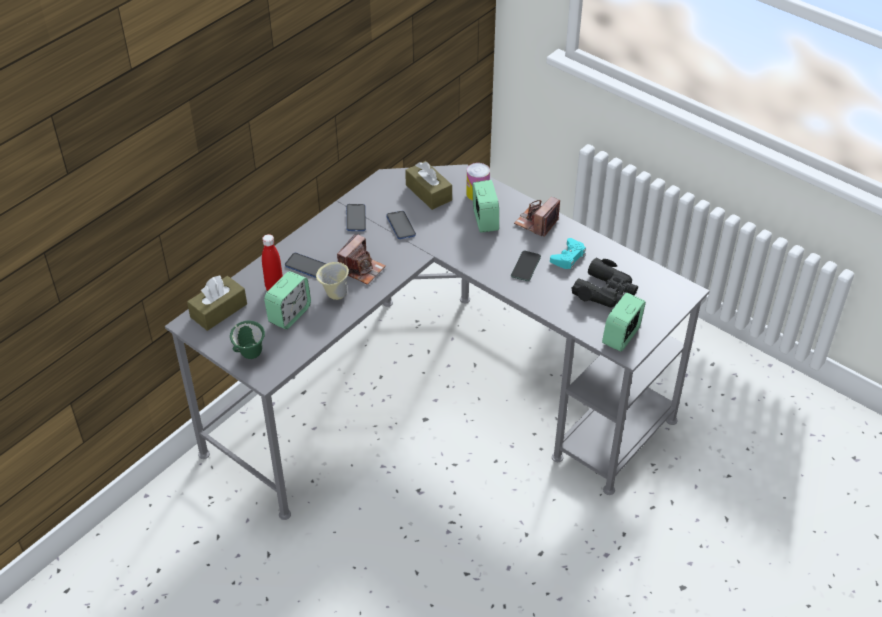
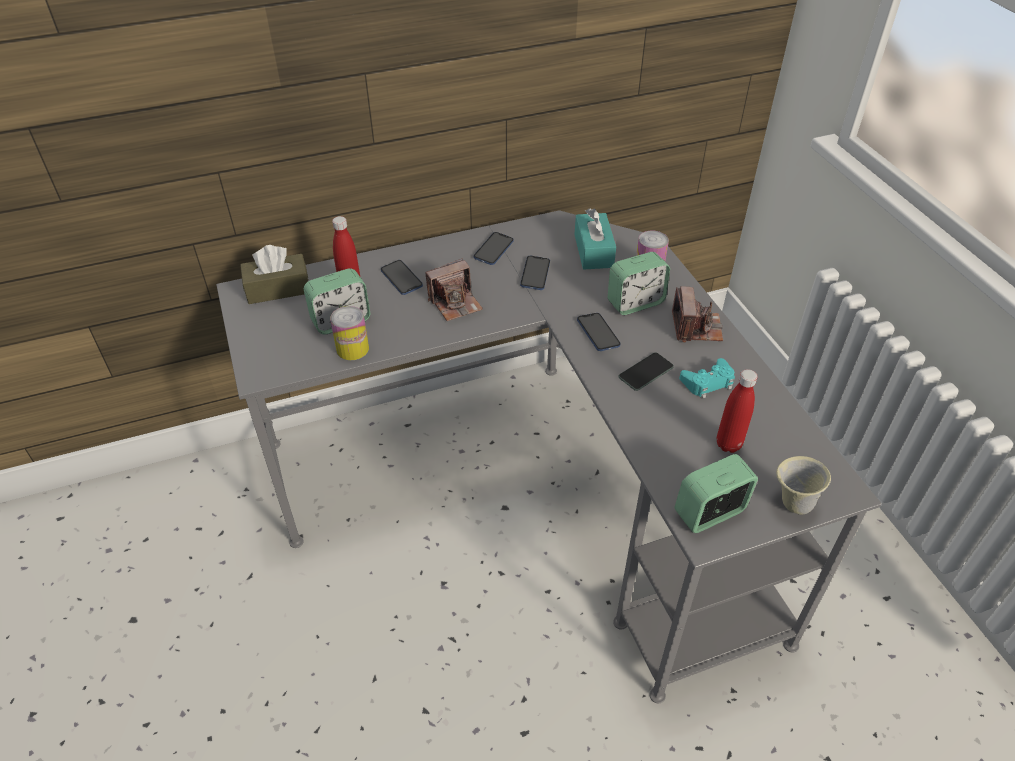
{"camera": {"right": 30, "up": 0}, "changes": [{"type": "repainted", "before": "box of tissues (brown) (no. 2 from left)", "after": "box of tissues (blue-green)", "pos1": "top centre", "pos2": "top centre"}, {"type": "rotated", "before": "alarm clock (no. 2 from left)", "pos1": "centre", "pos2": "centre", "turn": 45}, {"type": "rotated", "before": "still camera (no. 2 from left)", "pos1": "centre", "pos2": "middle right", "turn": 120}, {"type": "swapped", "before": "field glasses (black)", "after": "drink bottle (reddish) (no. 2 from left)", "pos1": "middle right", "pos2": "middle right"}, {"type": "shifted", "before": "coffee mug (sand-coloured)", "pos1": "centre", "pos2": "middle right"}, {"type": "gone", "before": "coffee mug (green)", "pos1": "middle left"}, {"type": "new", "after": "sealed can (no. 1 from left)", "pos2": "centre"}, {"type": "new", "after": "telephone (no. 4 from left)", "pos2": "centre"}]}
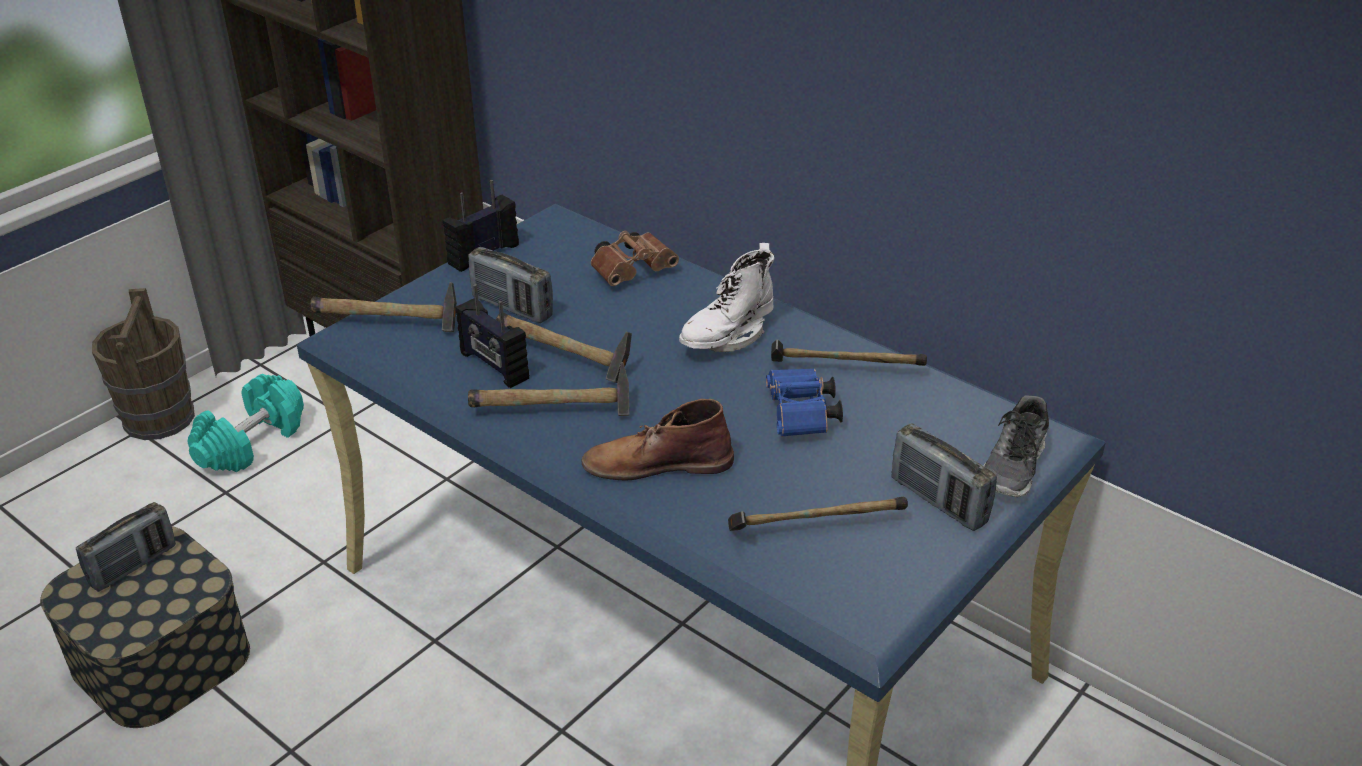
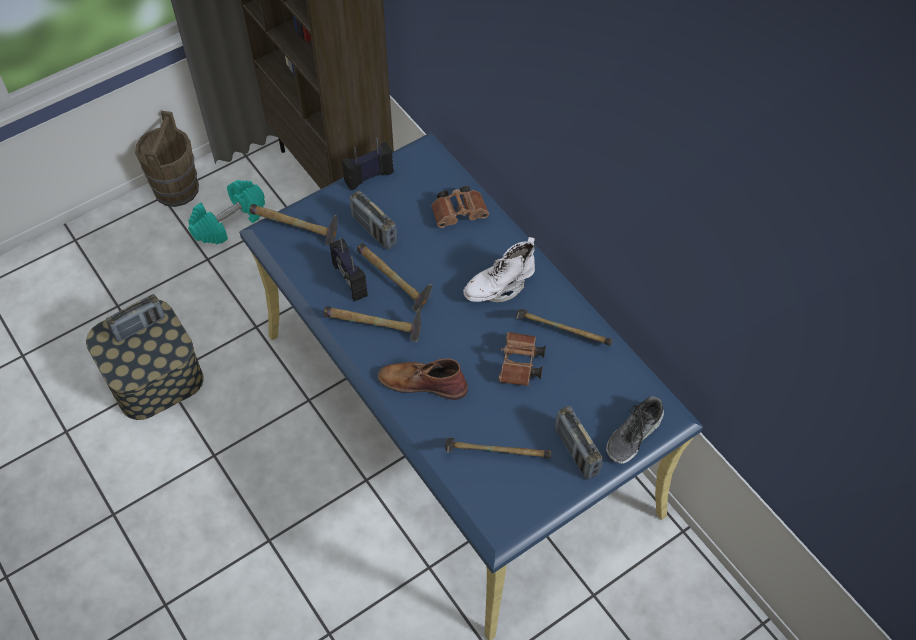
{"camera": {"right": 15, "up": 20}, "changes": [{"type": "repainted", "before": "field glasses (blue)", "after": "field glasses (brown) (no. 2 from left)", "pos1": "centre", "pos2": "centre"}]}
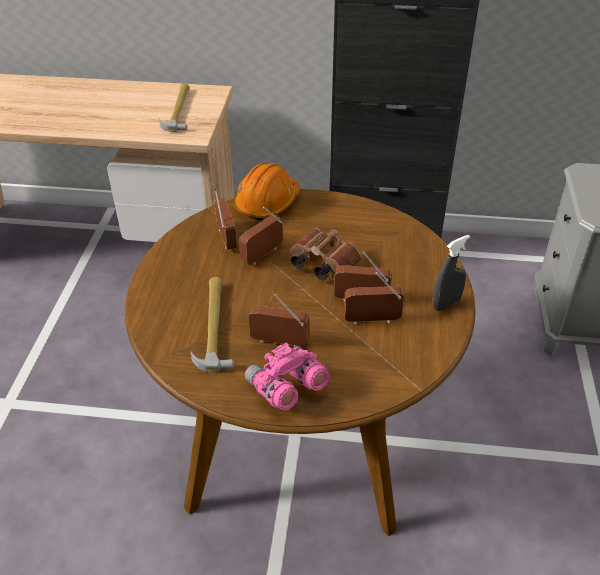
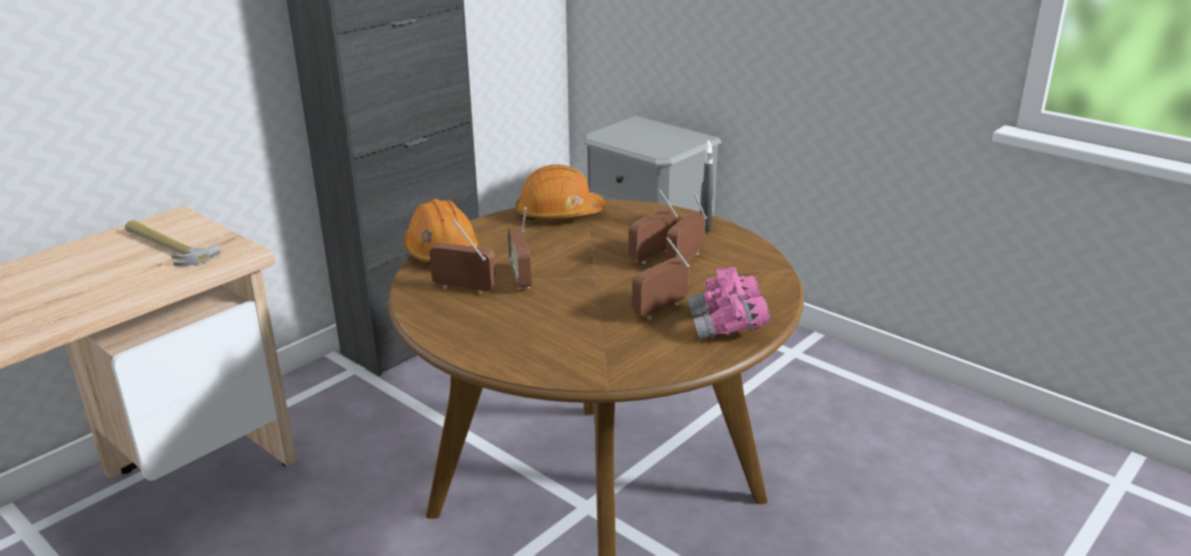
{"camera": {"right": -55, "up": -15}, "changes": [{"type": "gone", "before": "field glasses (brown)", "pos1": "centre"}, {"type": "gone", "before": "hand hammer (no. 2 from left)", "pos1": "centre"}, {"type": "new", "after": "work helmet (orange-coloured) (no. 2 from left)", "pos2": "centre"}]}
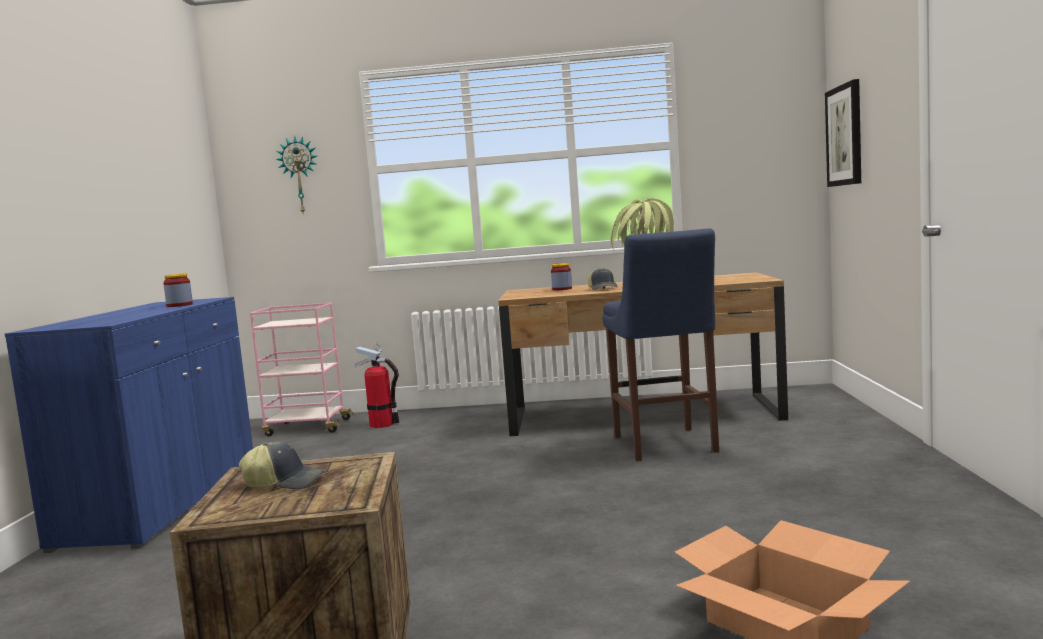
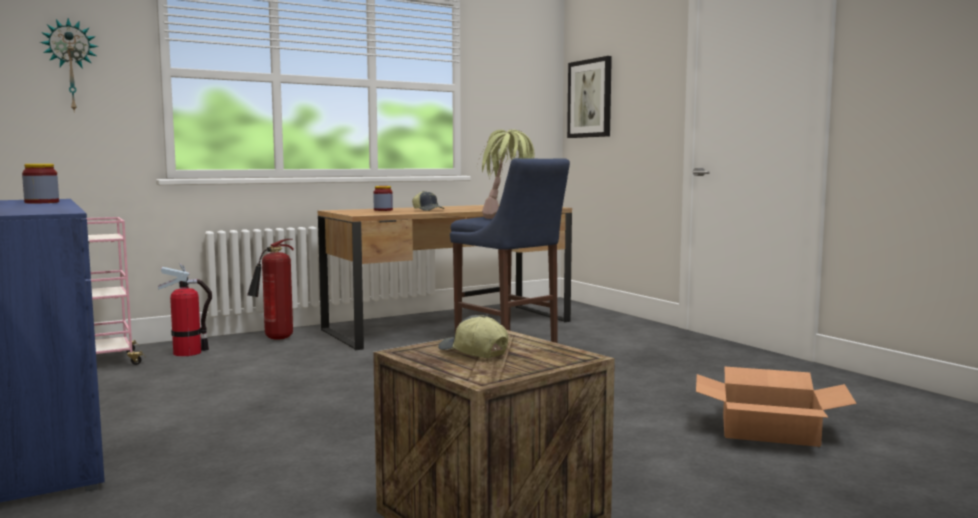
{"camera": {"right": -35, "up": 0}, "changes": [{"type": "rotated", "before": "cap (no. 1 from left in the first image)", "pos1": "bottom left", "pos2": "centre", "turn": -105}, {"type": "new", "after": "fire extinguisher (no. 2 from left)", "pos2": "middle left"}]}
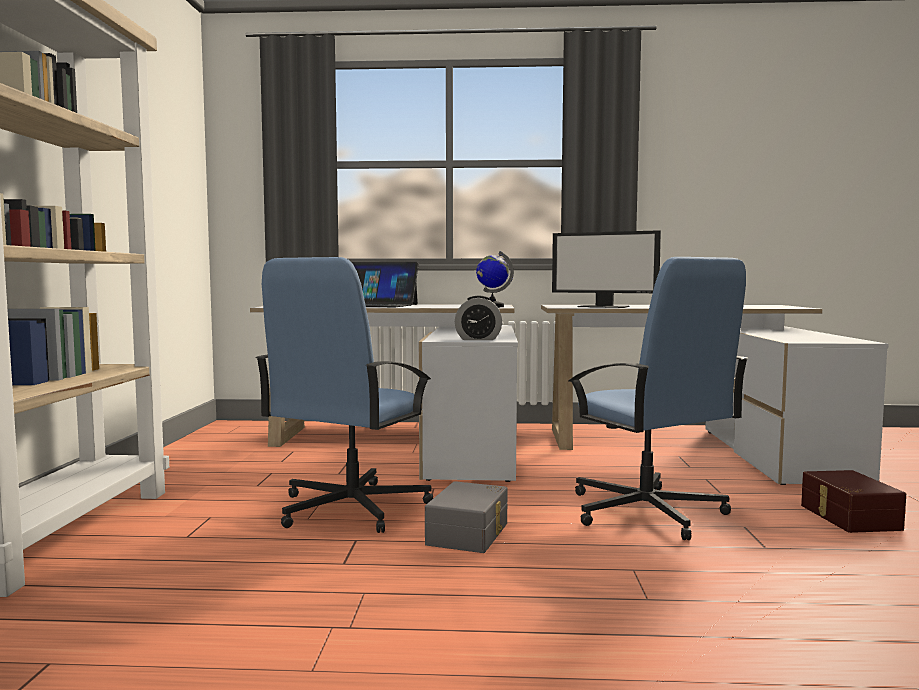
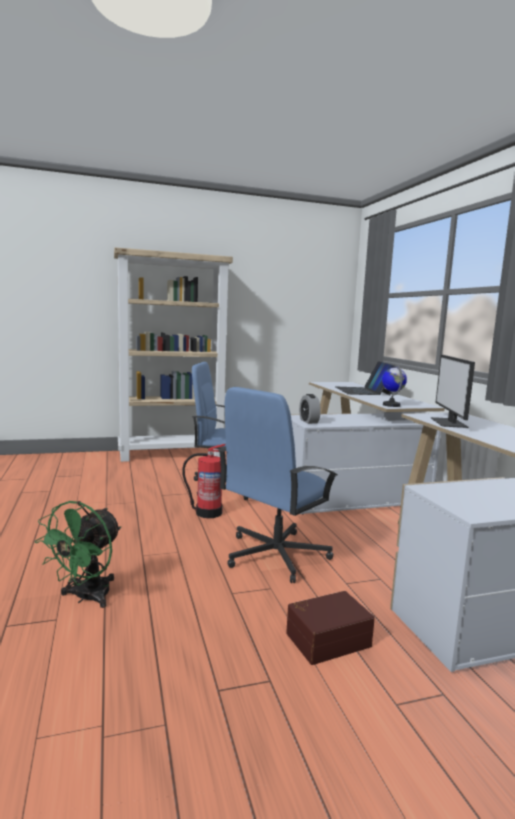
{"camera": {"right": 70, "up": 5}, "changes": [{"type": "swapped", "before": "storage bin (gray)", "after": "fire extinguisher", "pos1": "bottom centre", "pos2": "centre"}, {"type": "new", "after": "cooling fan (green)", "pos2": "bottom left"}]}
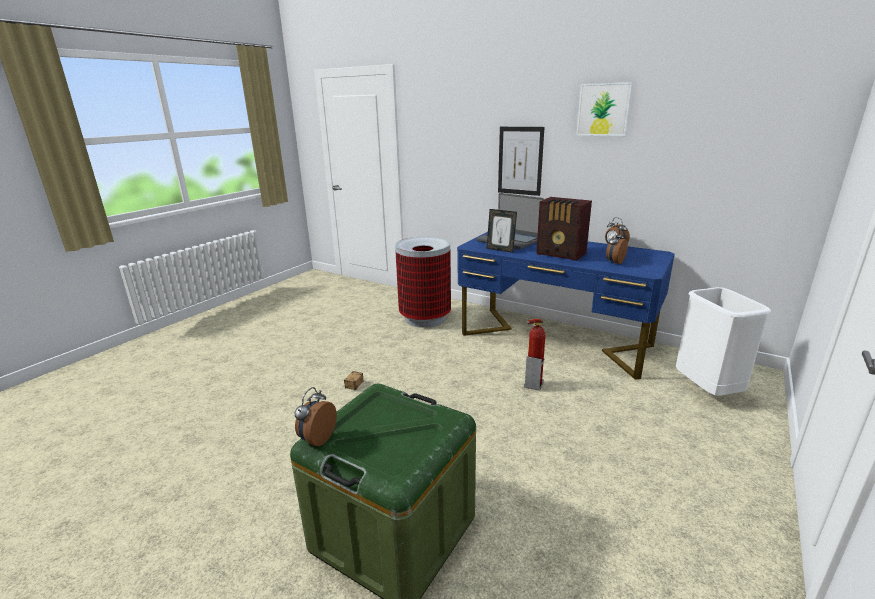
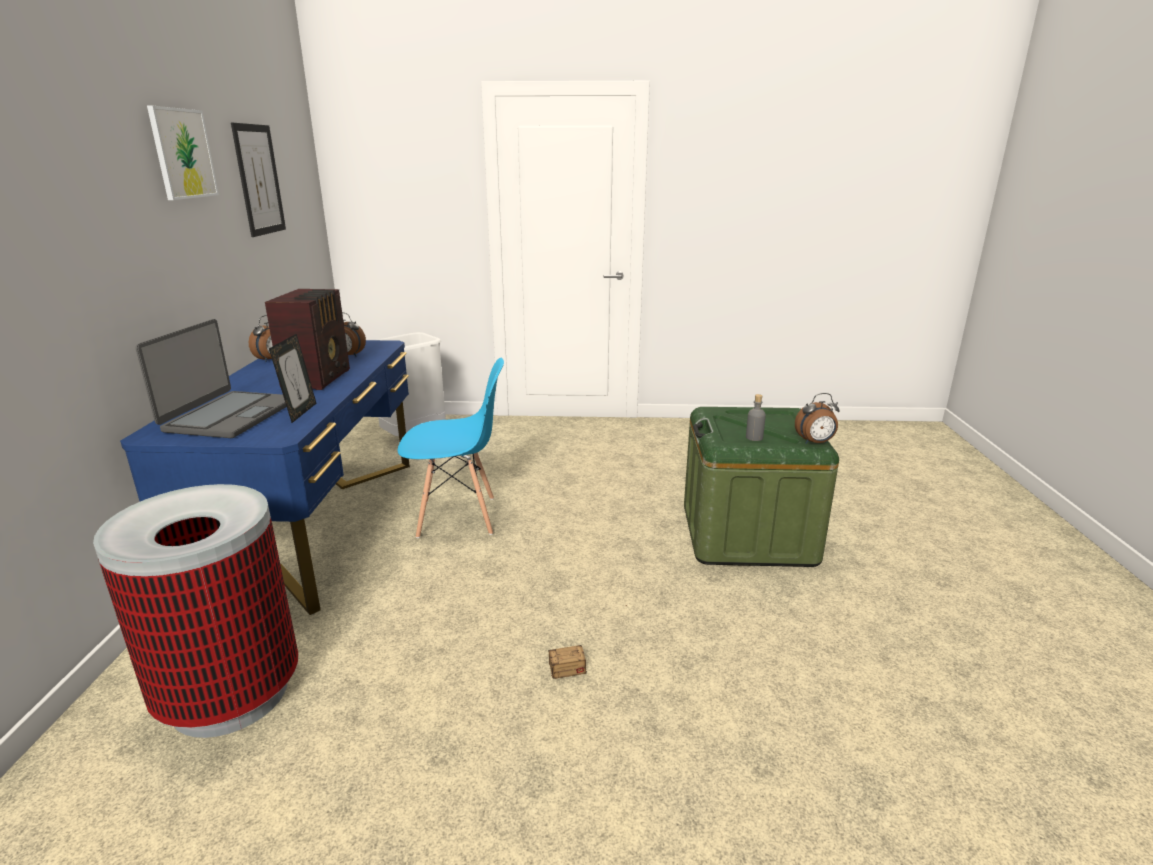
{"camera": {"right": -120, "up": 0}, "changes": [{"type": "shifted", "before": "wall art (no. 1 from left in the first image)", "after": "wall art (no. 2 from left)", "pos1": "top centre", "pos2": "top left"}, {"type": "swapped", "before": "fire extinguisher", "after": "plain chair (blue)", "pos1": "centre", "pos2": "centre"}, {"type": "new", "after": "drink bottle (gray)", "pos2": "centre"}]}
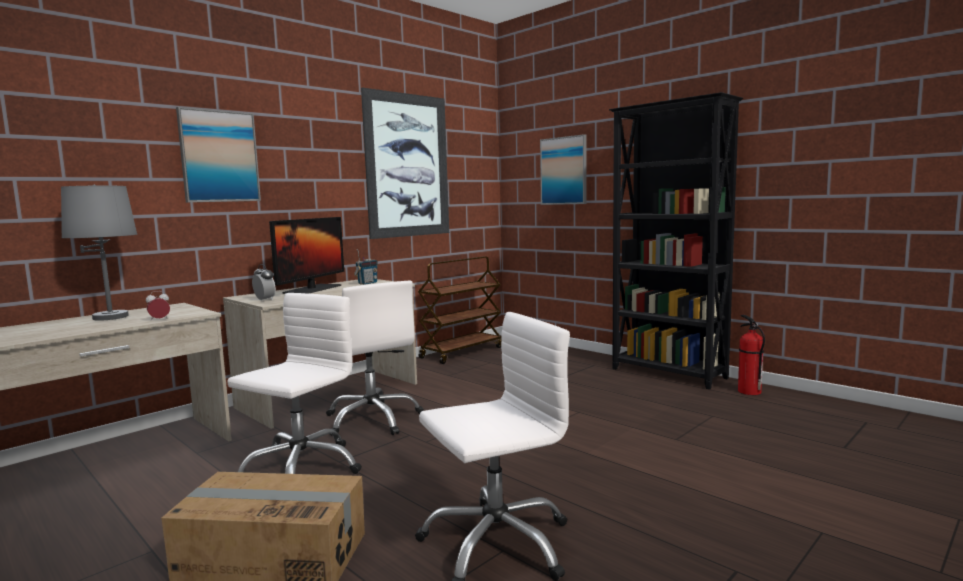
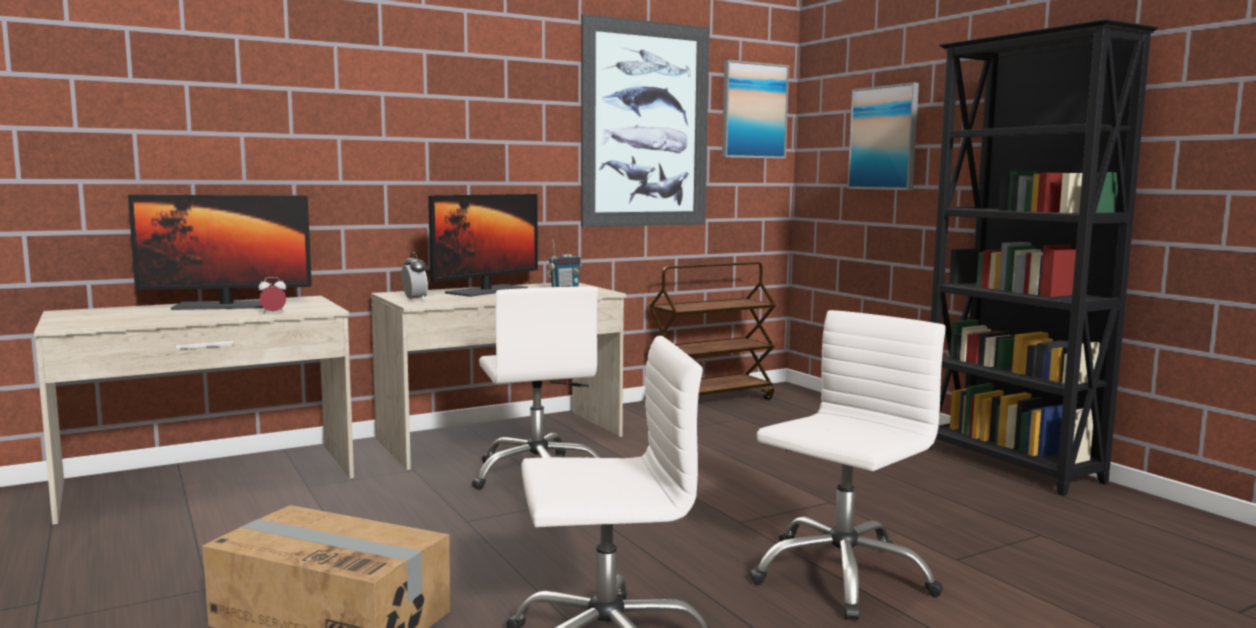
{"camera": {"right": 15, "up": 0}, "changes": [{"type": "shifted", "before": "wall art (no. 1 from left in the first image)", "after": "wall art (no. 2 from left)", "pos1": "top left", "pos2": "top centre"}, {"type": "swapped", "before": "tabletop lamp (gray)", "after": "computer display (no. 1 from left)", "pos1": "middle left", "pos2": "middle left"}, {"type": "shifted", "before": "computer chair (white) (no. 1 from left in the first image)", "after": "computer chair (white) (no. 3 from left)", "pos1": "middle left", "pos2": "bottom right"}, {"type": "gone", "before": "fire extinguisher", "pos1": "middle right"}]}
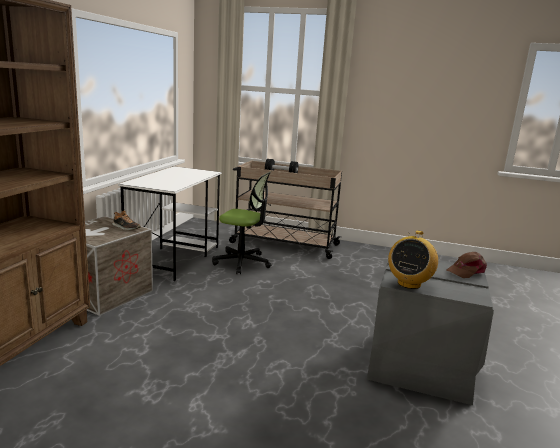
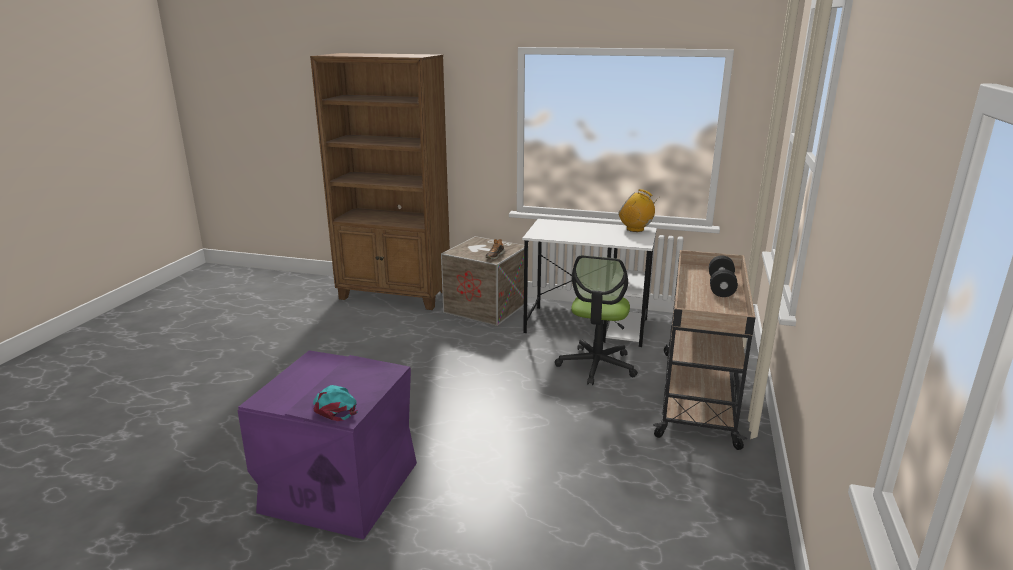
{"camera": {"right": 90, "up": 5}, "changes": [{"type": "shifted", "before": "radio set", "pos1": "middle right", "pos2": "centre"}, {"type": "repainted", "before": "cap (brown)", "after": "cap (blue-green)", "pos1": "middle right", "pos2": "bottom left"}, {"type": "repainted", "before": "storage bin (gray)", "after": "storage bin (purple)", "pos1": "bottom right", "pos2": "bottom left"}]}
